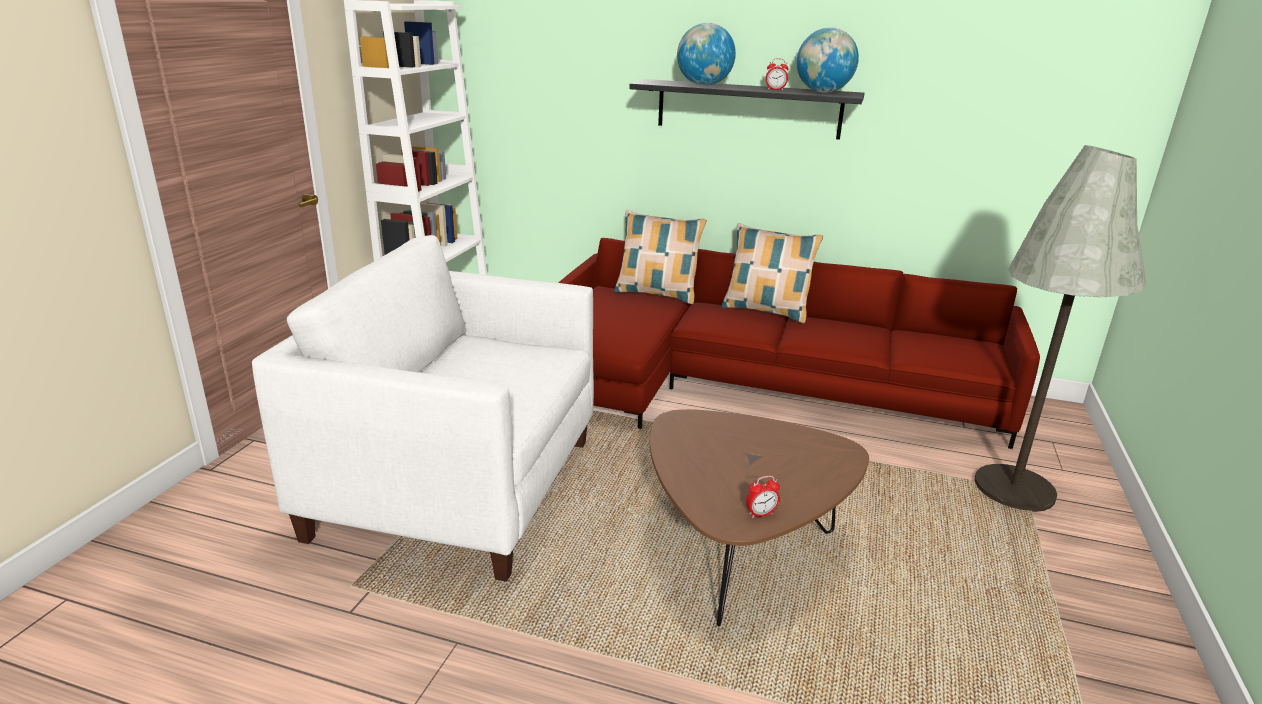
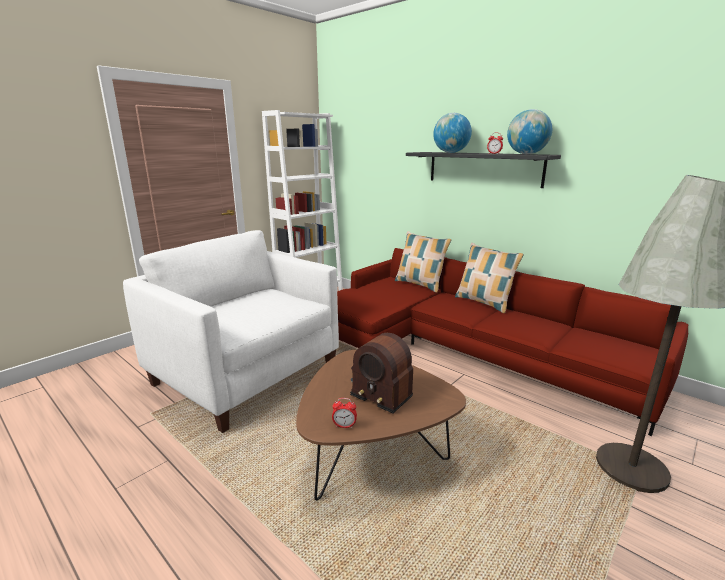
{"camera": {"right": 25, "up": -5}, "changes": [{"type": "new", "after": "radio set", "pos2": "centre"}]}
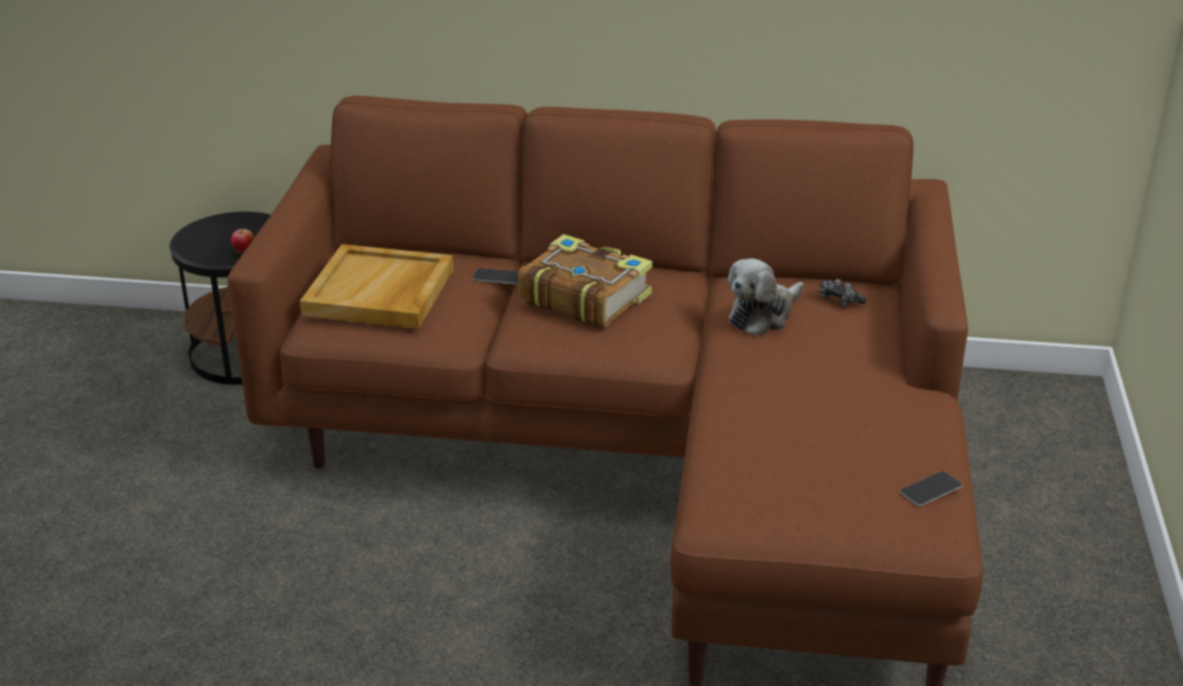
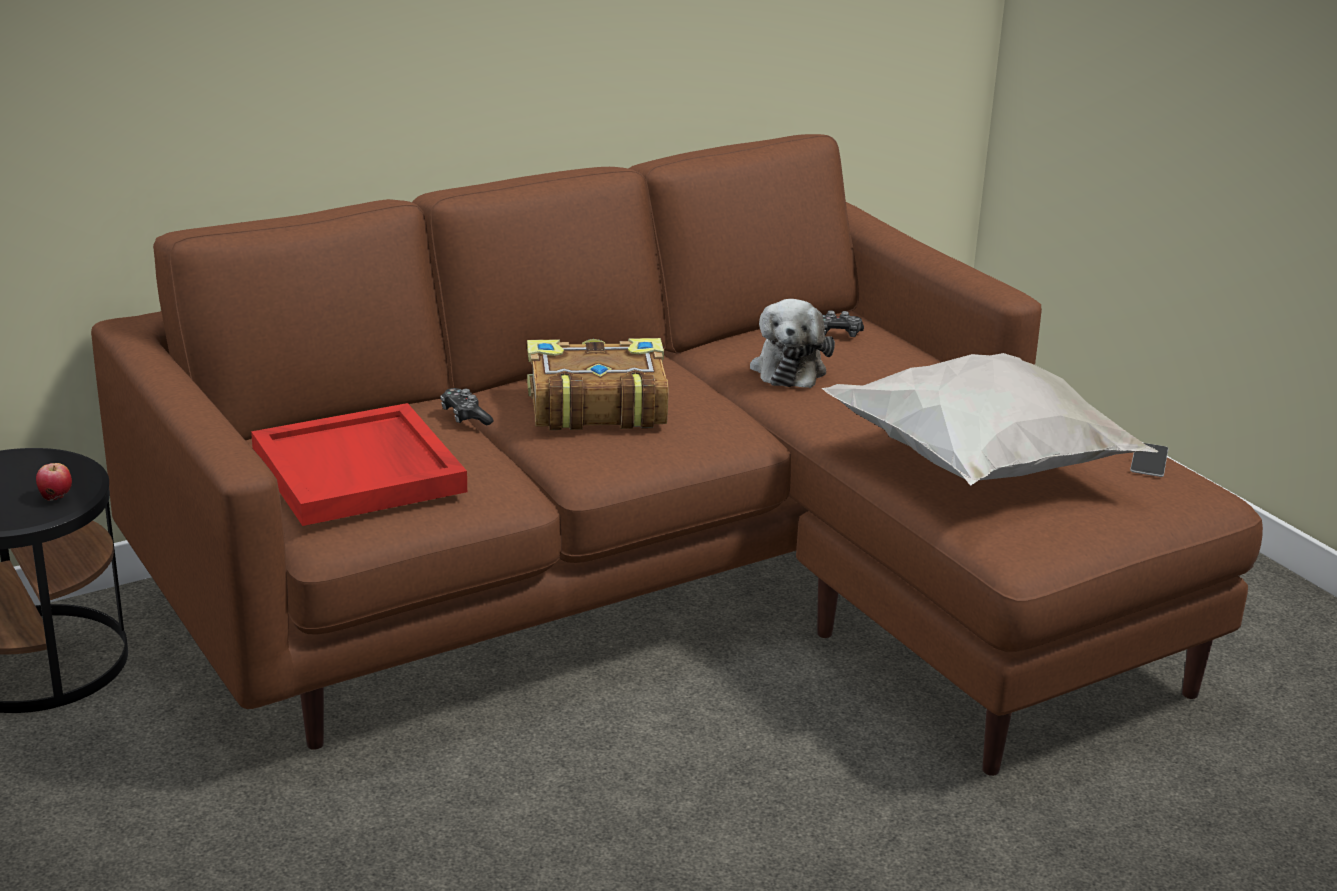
{"camera": {"right": -40, "up": -5}, "changes": [{"type": "repainted", "before": "carrying tray (sand-coloured)", "after": "carrying tray (reddish)", "pos1": "middle left", "pos2": "middle left"}, {"type": "swapped", "before": "telephone (no. 1 from left)", "after": "gamepad (no. 1 from left)", "pos1": "centre", "pos2": "centre"}, {"type": "new", "after": "pillow (white)", "pos2": "middle right"}]}
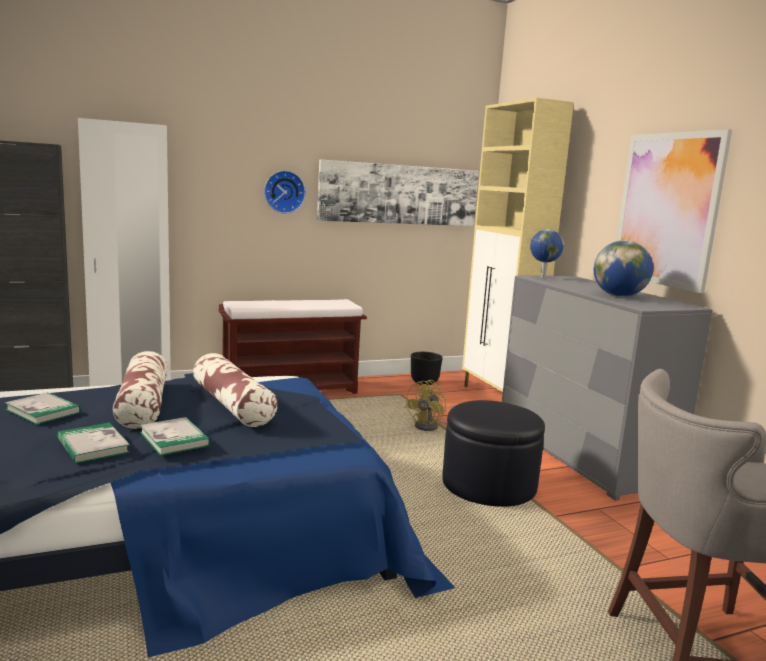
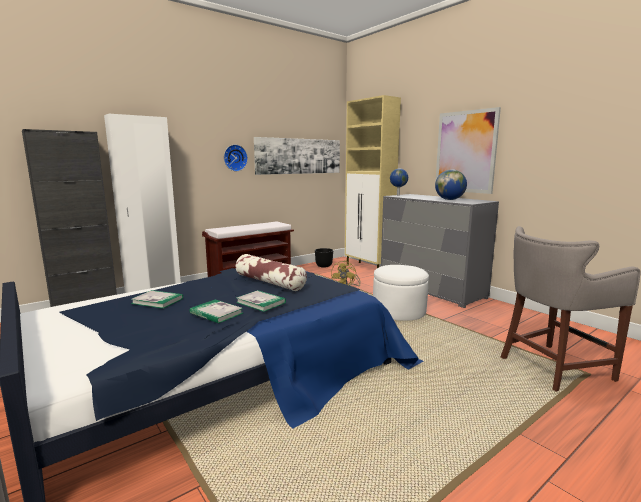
{"camera": {"right": -15, "up": 0}, "changes": [{"type": "gone", "before": "pillow (no. 1 from left)", "pos1": "middle left"}, {"type": "repainted", "before": "pouffe (black)", "after": "pouffe (white)", "pos1": "bottom centre", "pos2": "centre"}]}
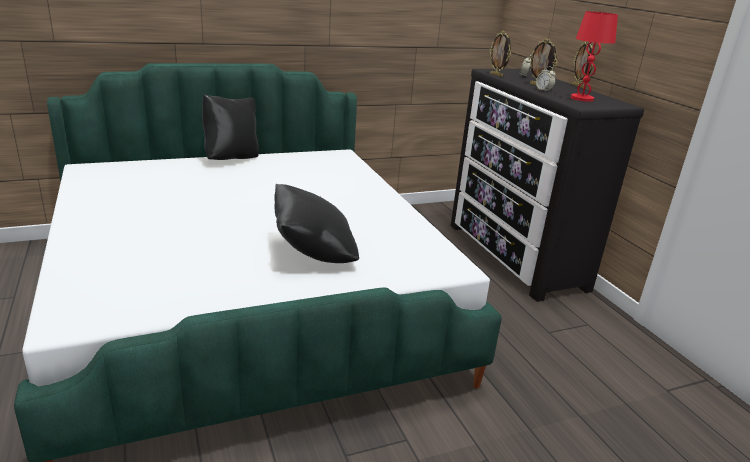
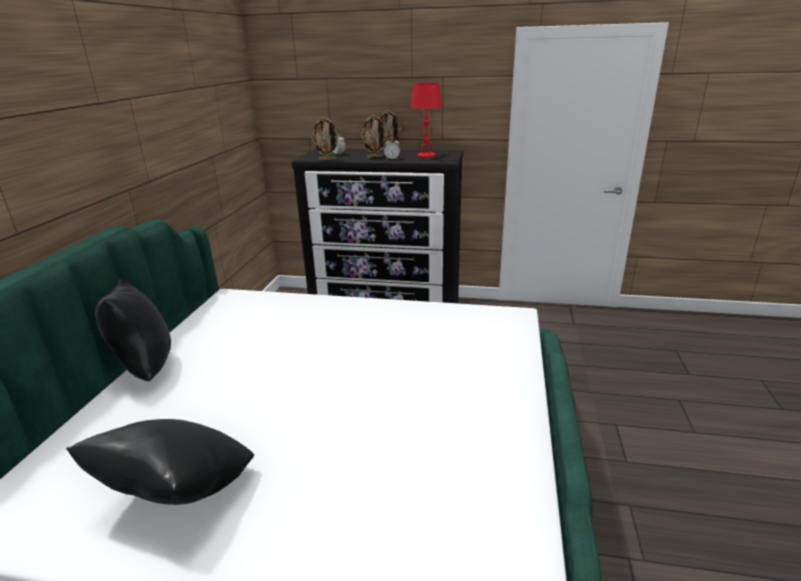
{"camera": {"right": -55, "up": 0}, "changes": [{"type": "shifted", "before": "pillow (black) (no. 2 from left)", "pos1": "centre", "pos2": "bottom left"}]}
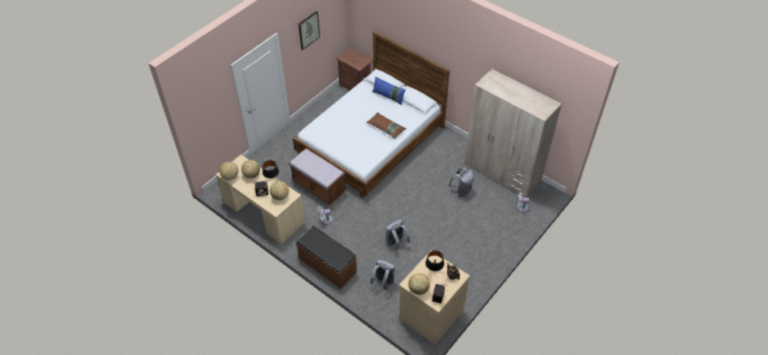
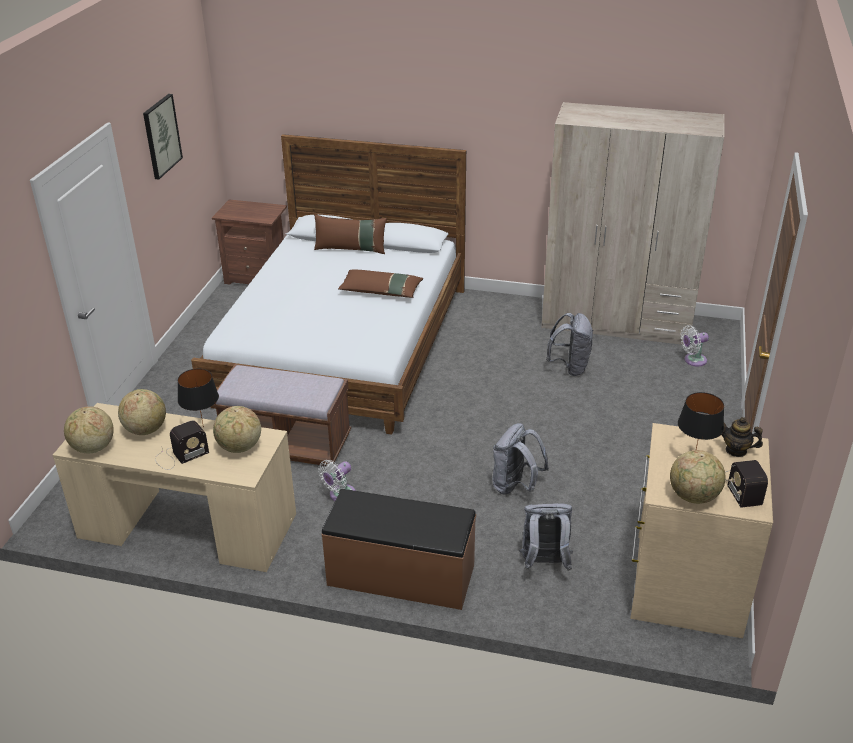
{"camera": {"right": -25, "up": -15}, "changes": [{"type": "repainted", "before": "pillow (blue)", "after": "pillow (brown) (no. 1 from left)", "pos1": "top centre", "pos2": "top centre"}]}
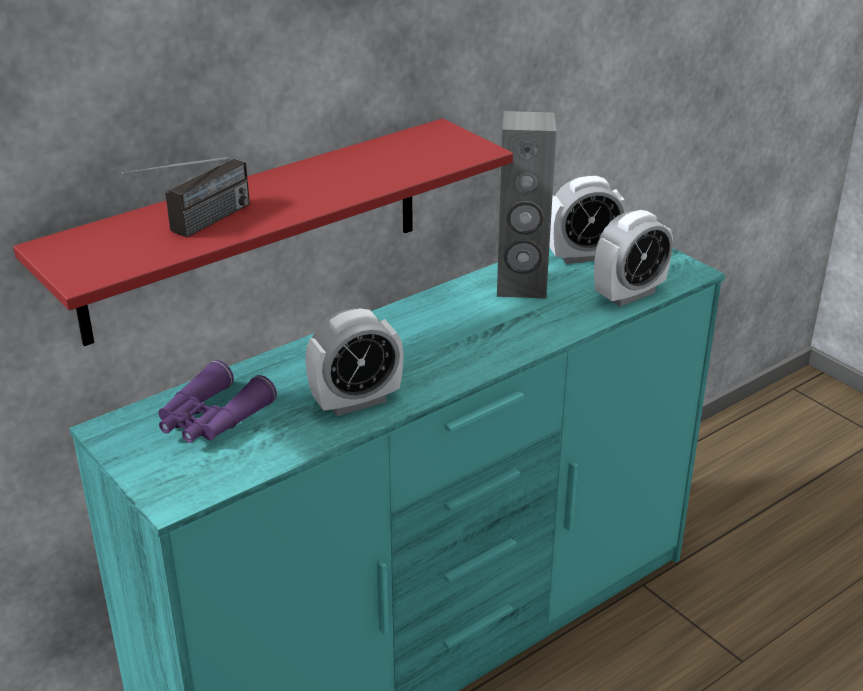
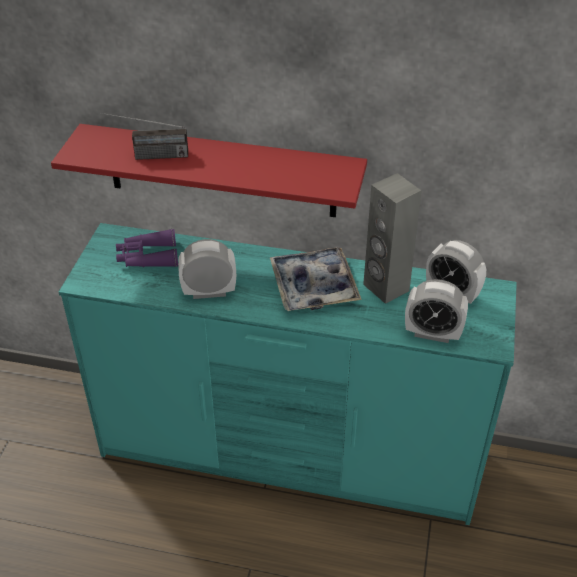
{"camera": {"right": 50, "up": 10}, "changes": [{"type": "rotated", "before": "alarm clock (no. 1 from left)", "pos1": "centre", "pos2": "centre", "turn": 150}, {"type": "new", "after": "carrying tray", "pos2": "centre"}]}
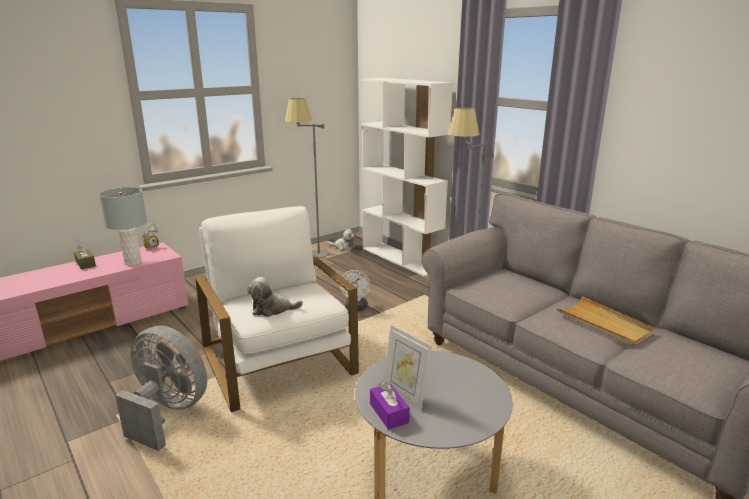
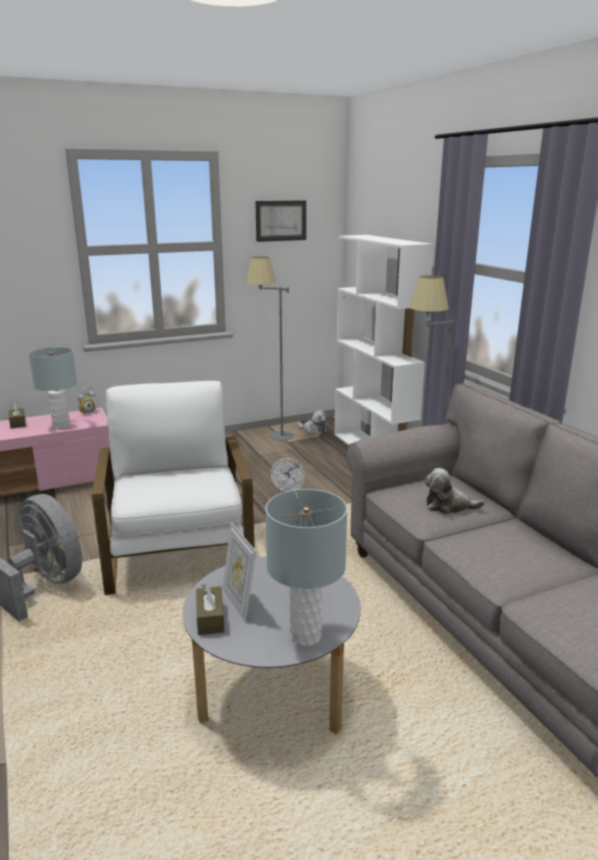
{"camera": {"right": 15, "up": 0}, "changes": [{"type": "shifted", "before": "soft toy (no. 1 from left in the first image)", "after": "soft toy (no. 2 from left)", "pos1": "centre", "pos2": "middle right"}, {"type": "gone", "before": "carrying tray (sand-coloured)", "pos1": "middle right"}, {"type": "repainted", "before": "box of tissues (purple)", "after": "box of tissues (brown) (no. 2 from left)", "pos1": "bottom centre", "pos2": "bottom centre"}, {"type": "new", "after": "wall art", "pos2": "top centre"}, {"type": "new", "after": "tabletop lamp (gray) (no. 2 from left)", "pos2": "centre"}]}
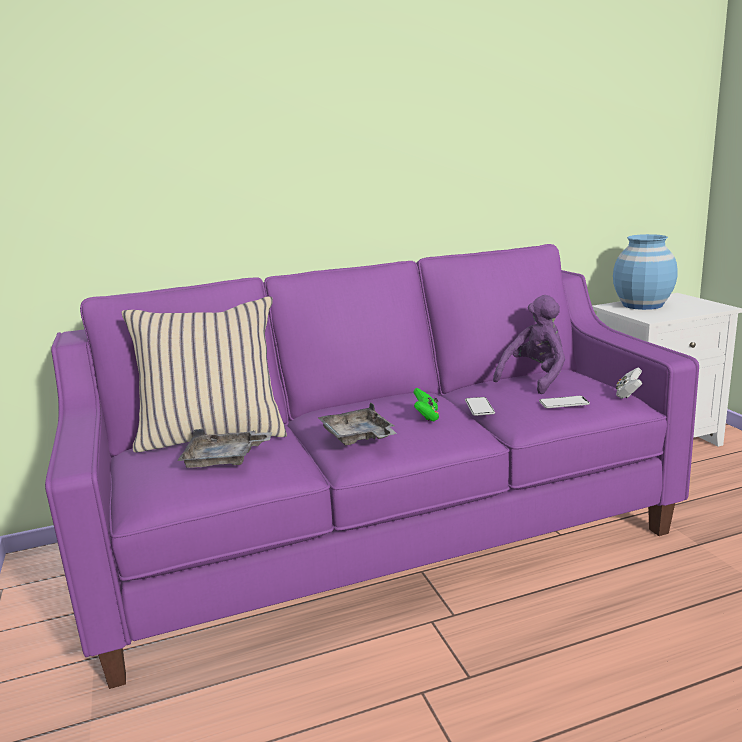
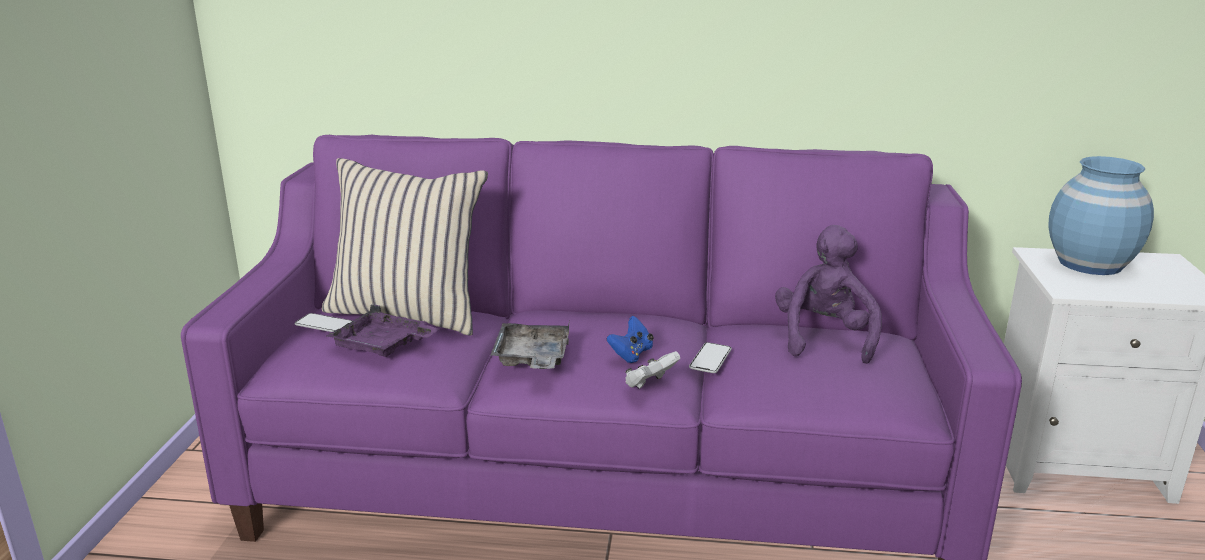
{"camera": {"right": 25, "up": 5}, "changes": [{"type": "rotated", "before": "soft toy (purple)", "pos1": "middle right", "pos2": "middle right", "turn": -60}, {"type": "shifted", "before": "gamepad (white)", "pos1": "middle right", "pos2": "centre"}, {"type": "repainted", "before": "gamepad (green)", "after": "gamepad (blue)", "pos1": "centre", "pos2": "centre"}, {"type": "shifted", "before": "telephone (no. 2 from left in the first image)", "after": "telephone (no. 1 from left)", "pos1": "middle right", "pos2": "middle left"}, {"type": "repainted", "before": "carrying tray (gray) (no. 1 from left)", "after": "carrying tray (purple)", "pos1": "middle left", "pos2": "middle left"}]}
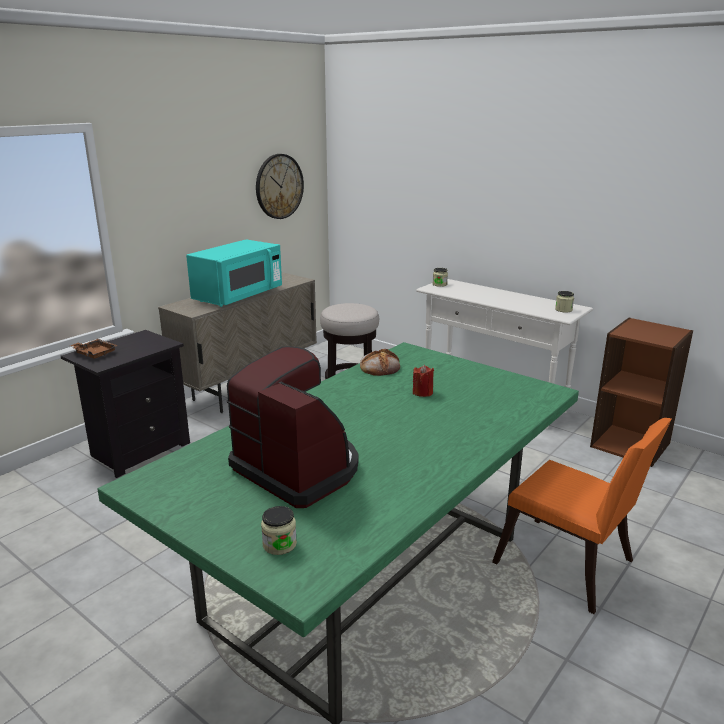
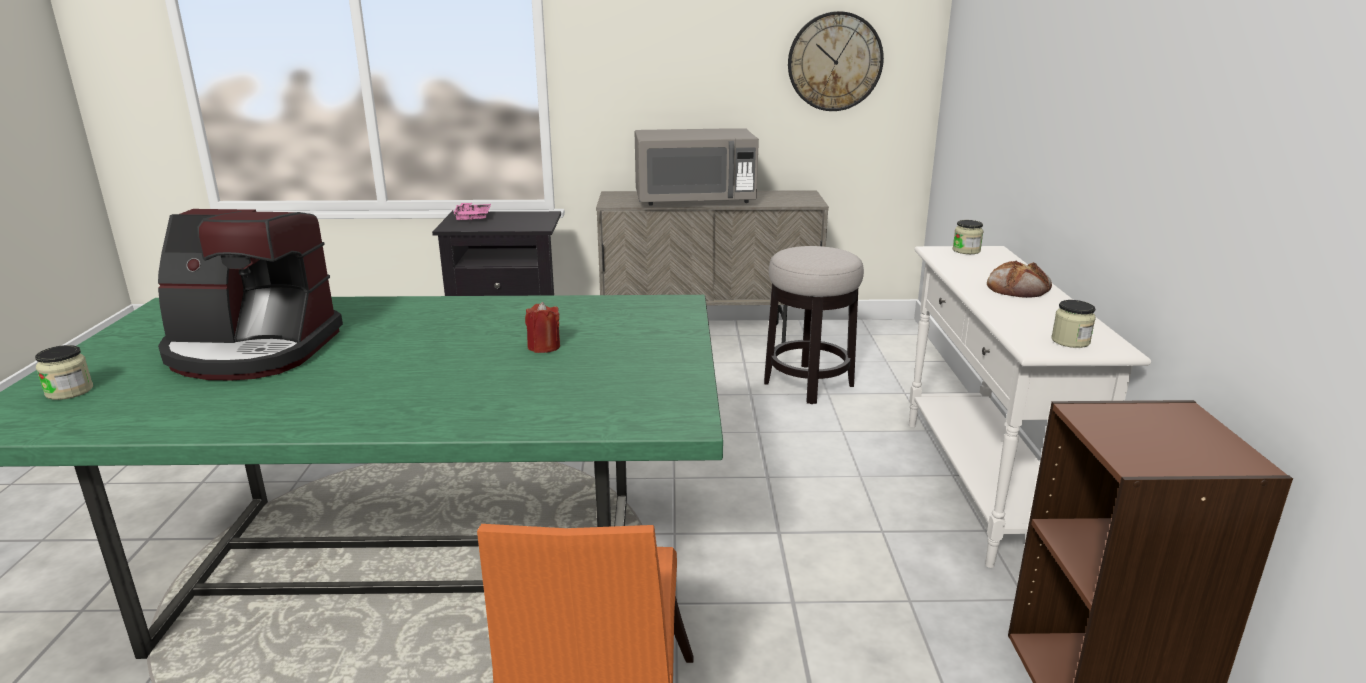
{"camera": {"right": 50, "up": 0}, "changes": [{"type": "repainted", "before": "microwave (blue-green)", "after": "microwave (gray)", "pos1": "middle left", "pos2": "top centre"}, {"type": "repainted", "before": "carrying tray (brown)", "after": "carrying tray (pink)", "pos1": "middle left", "pos2": "top centre"}, {"type": "rotated", "before": "coffee machine", "pos1": "centre", "pos2": "middle left", "turn": 90}, {"type": "shifted", "before": "bakery bread", "pos1": "centre", "pos2": "middle right"}]}
